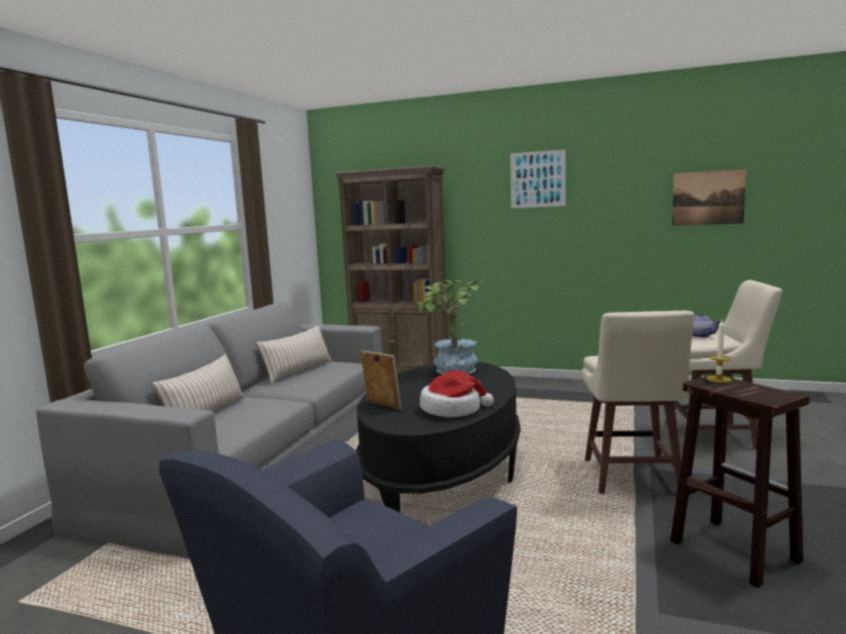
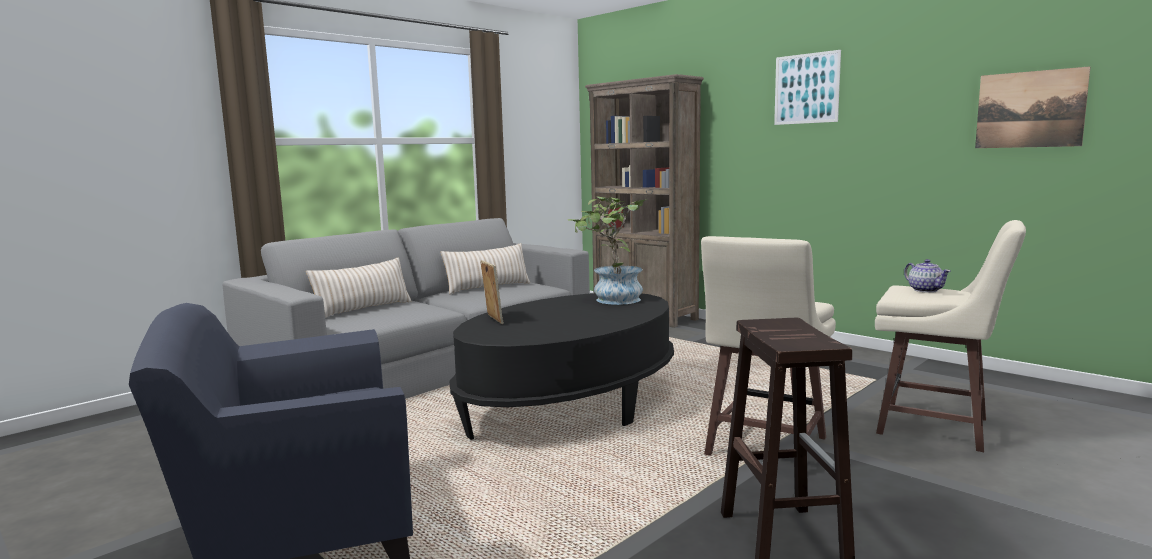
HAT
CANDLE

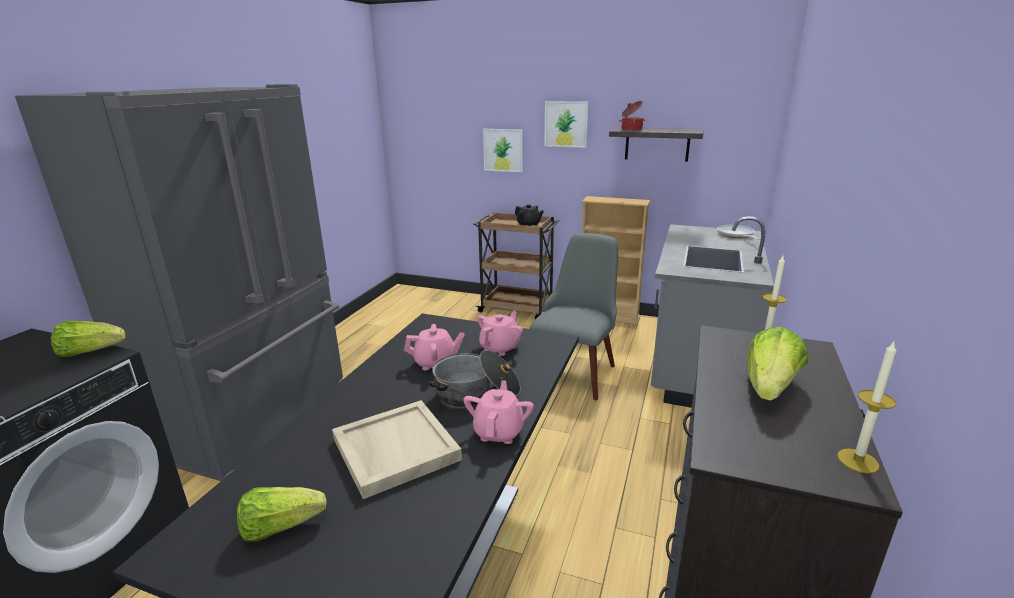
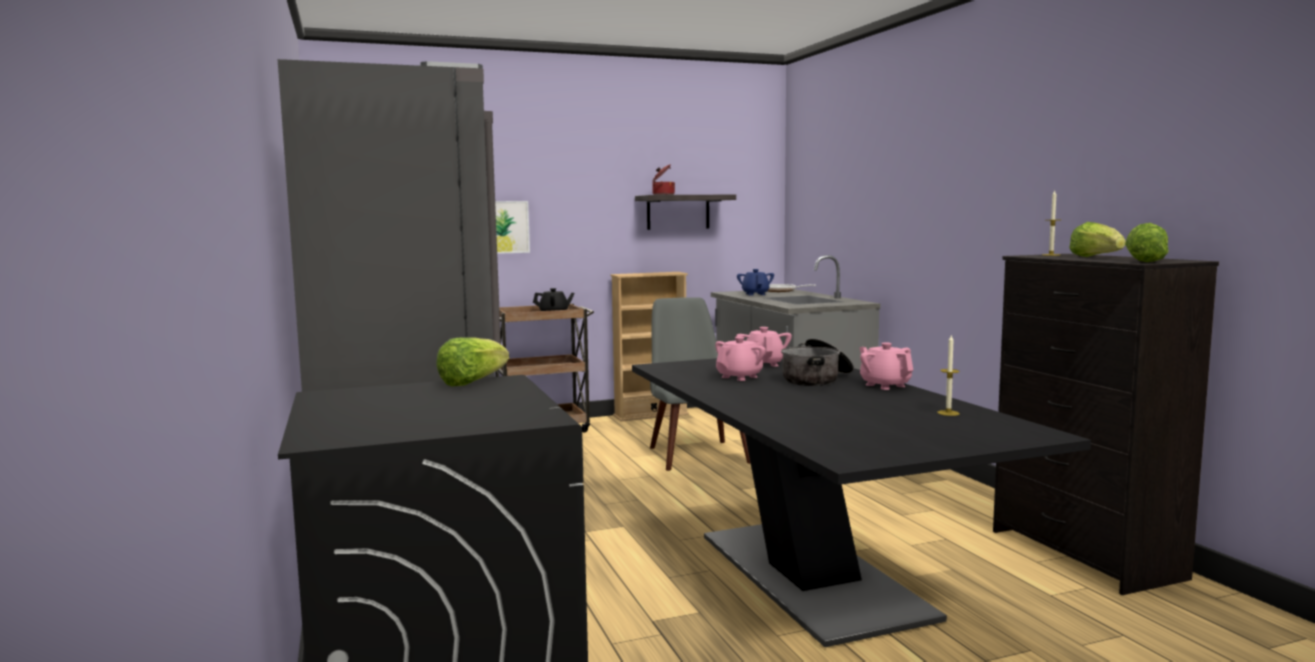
BLUE TEAPOT
CANDLE (1st from left)
LETTUCE (3rd from left)
BEIGE TRAY
PICTURE (2nd from left in the first image)

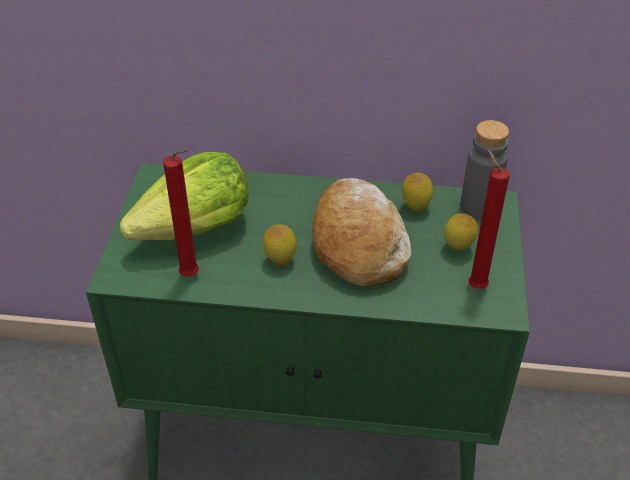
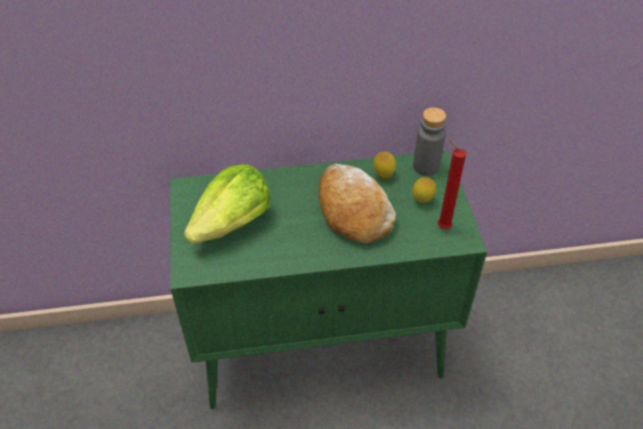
RED CANDLE (1st from left in the first image)
LEMON (1st from left in the first image)

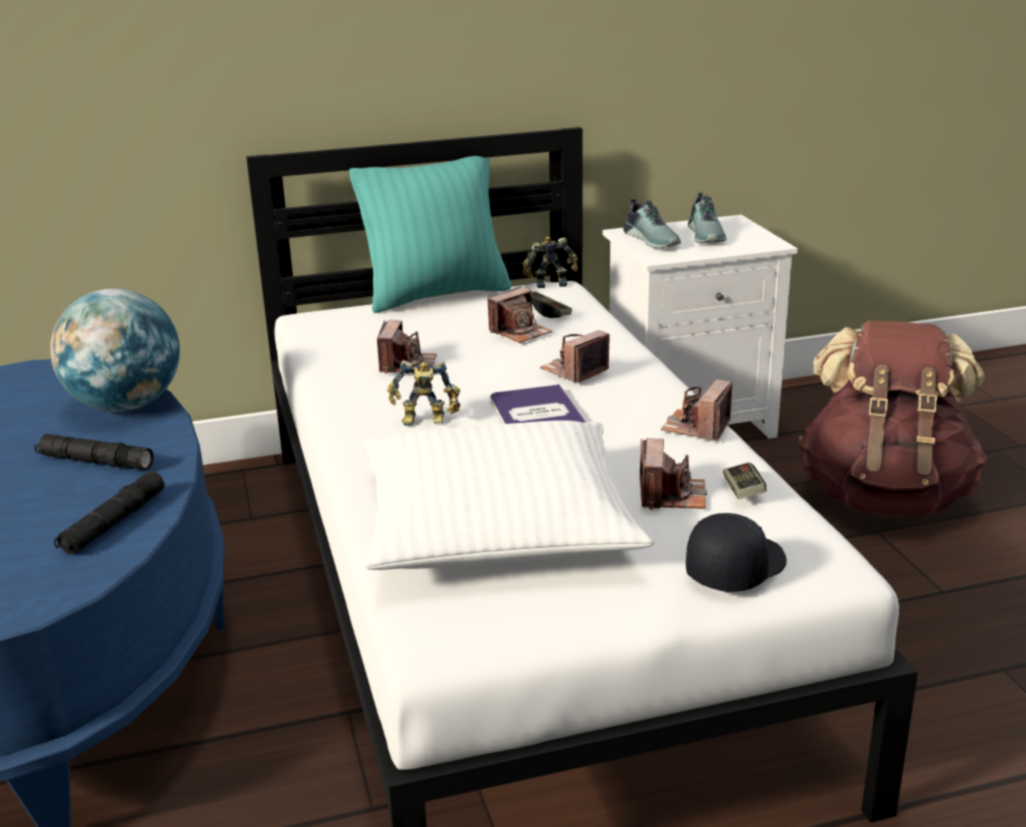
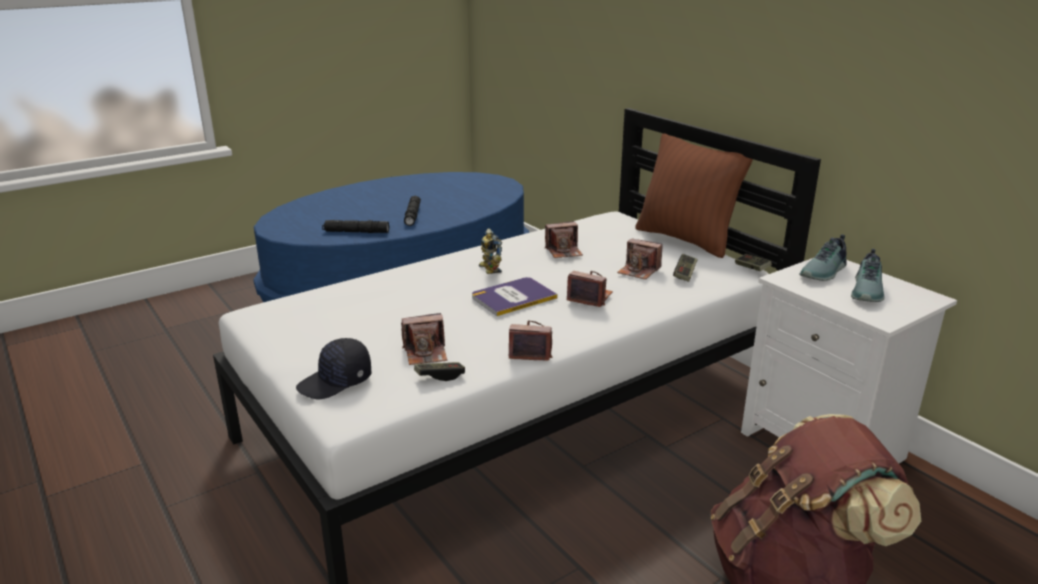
BLACK CAP
BROWN PILLOW
GAME CONTROLLER (3rd from left)
SHOE (2nd from left)
GLOBE
WHITE PILLOW

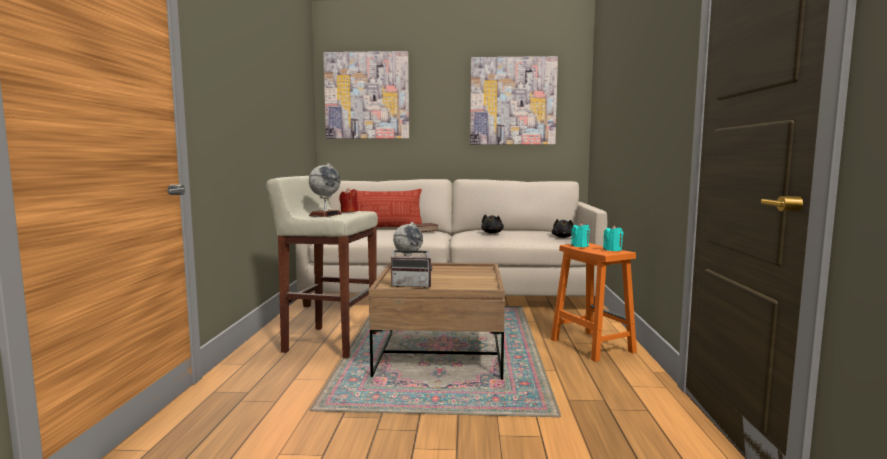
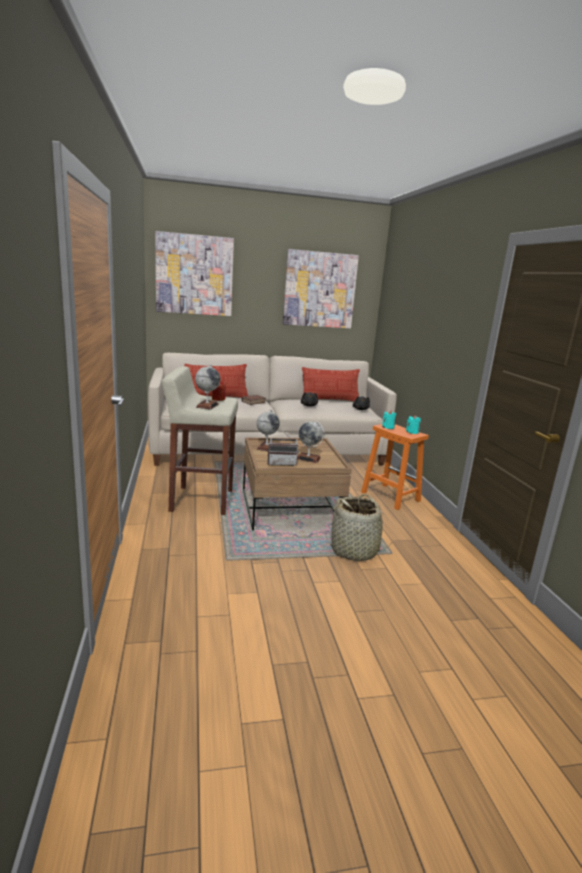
GLOBE (3rd from left)
PILLOW (2nd from left)
BASKET

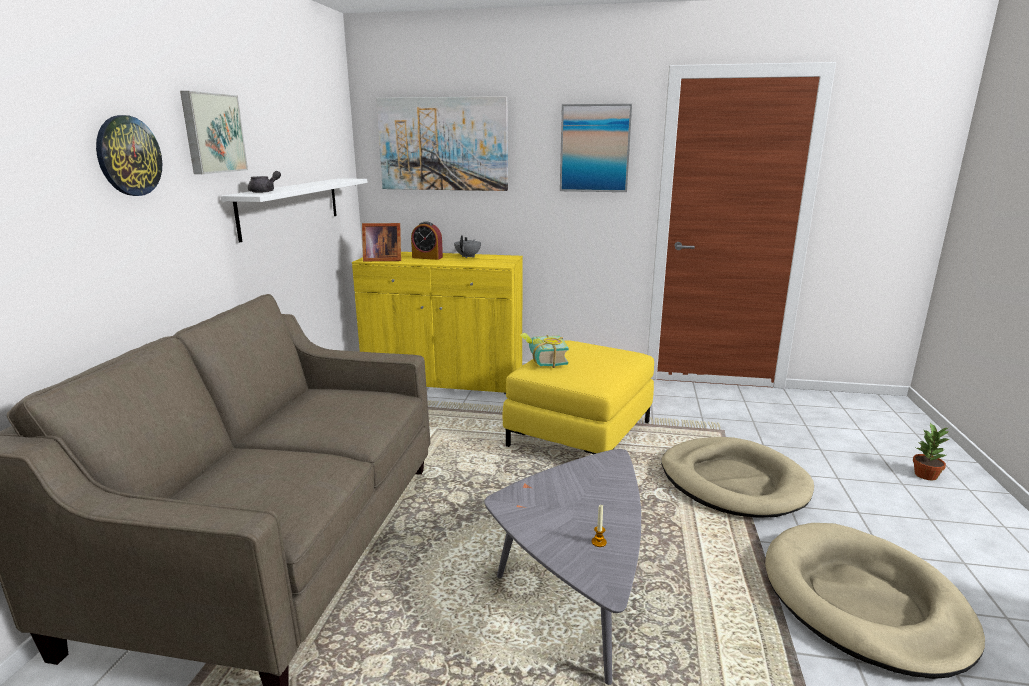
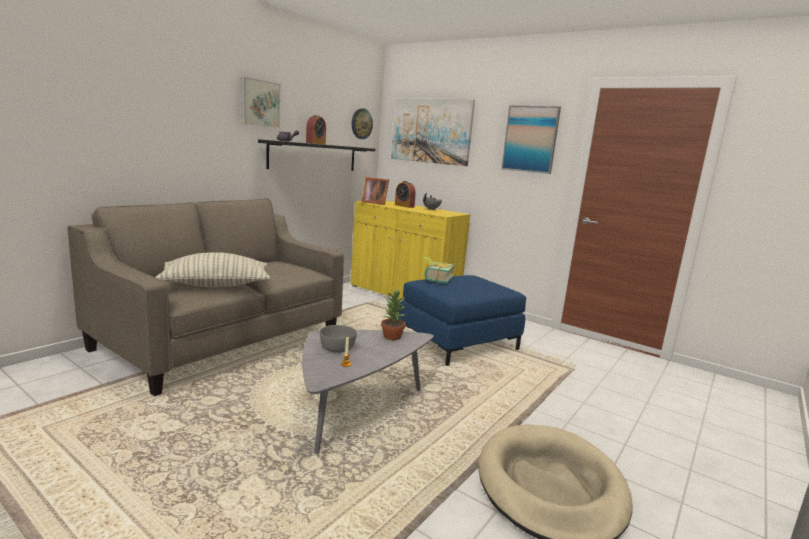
PILLOW
BLACK SHELF
ALARM CLOCK (1st from left)
GREY BOWL
WALL CLOCK
POTTED PLANT
BLUE OTTOMAN
BEIGE DOG BED (1st from left in the first image)

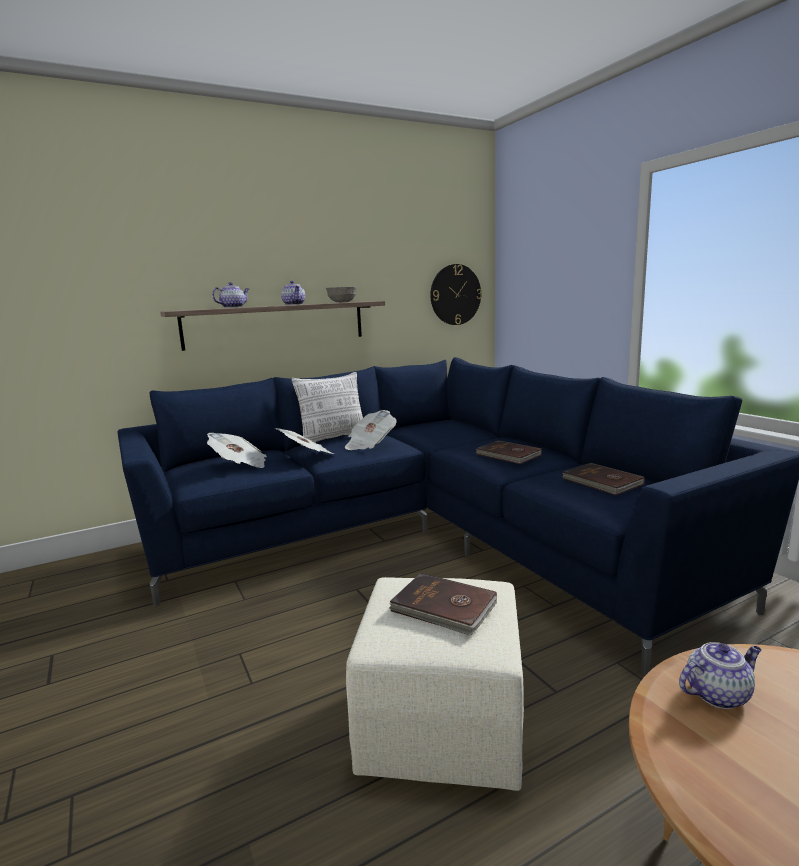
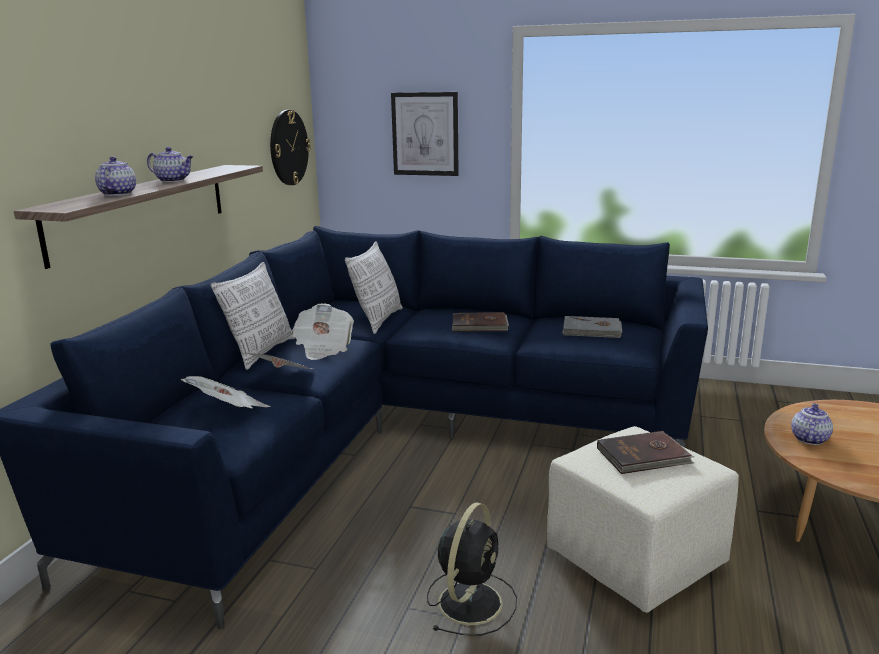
PILLOW (2nd from left)
PICTURE
BLACK FAN
GREY BOOK
GREY BOWL

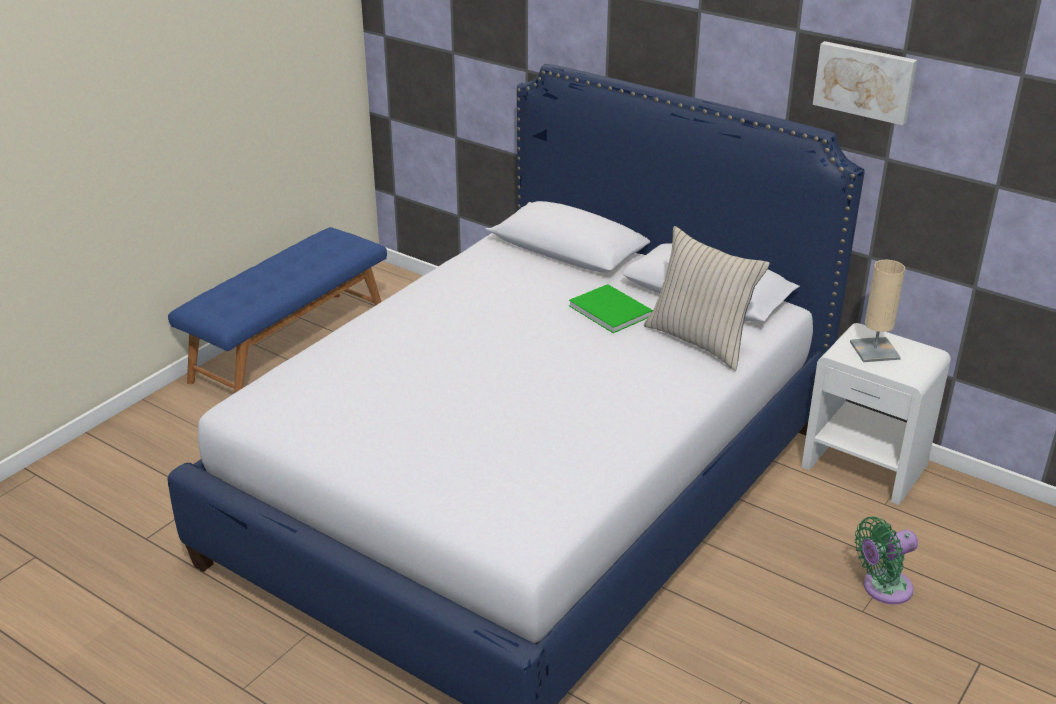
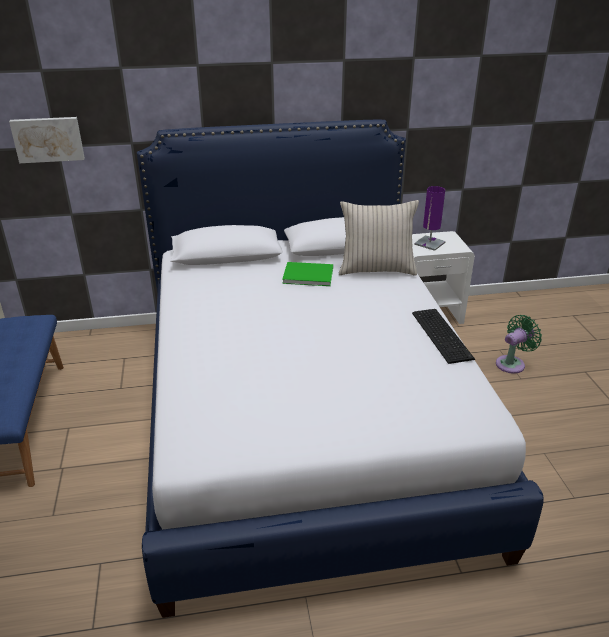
PICTURE
KEYBOARD
PURPLE TABLE LAMP
GREEN FAN

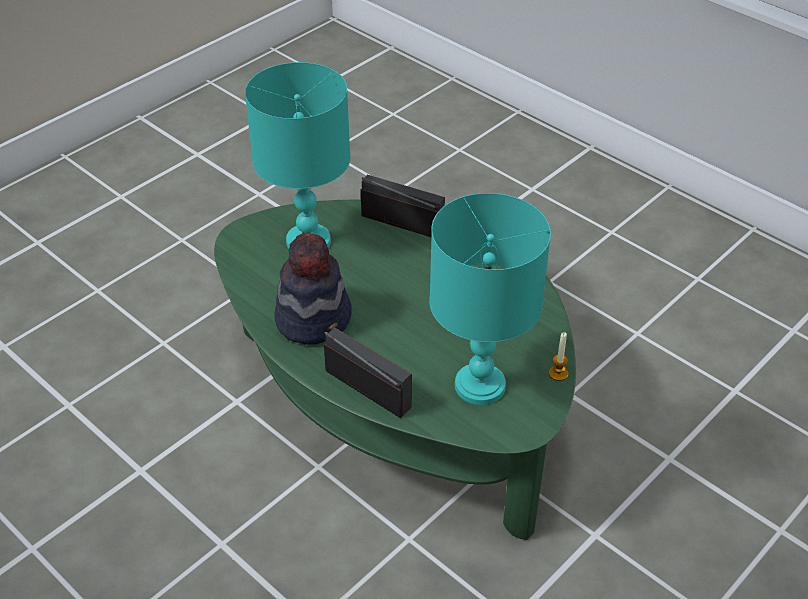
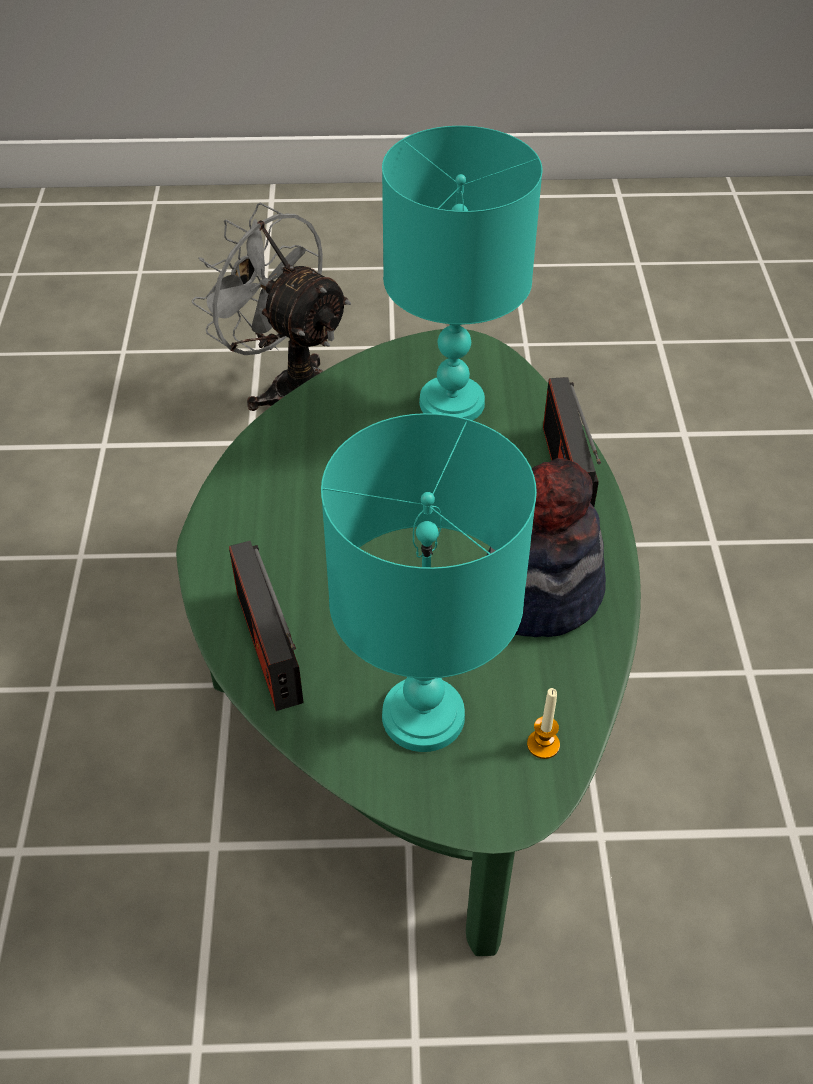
GREY FAN
CANDLE

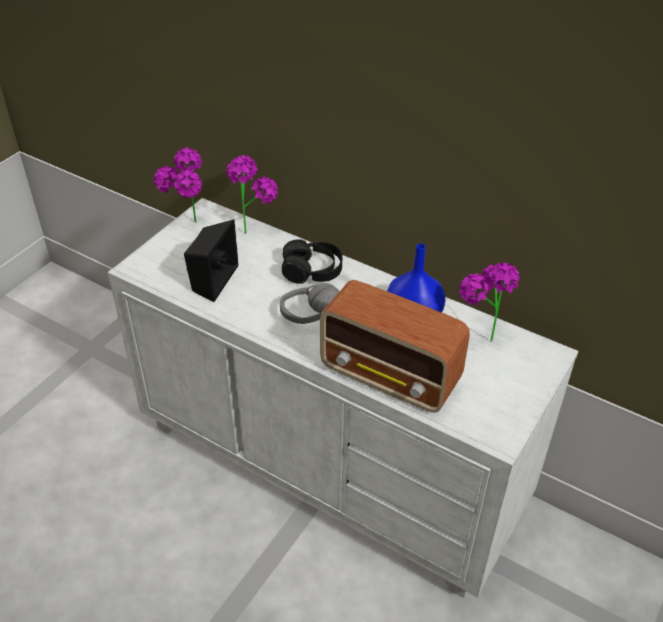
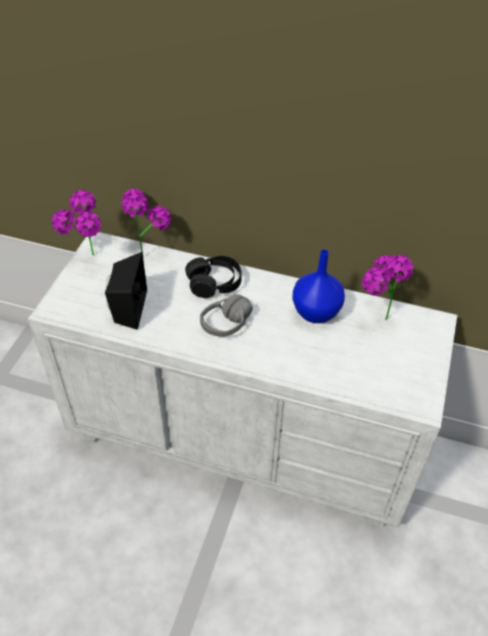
RADIO

